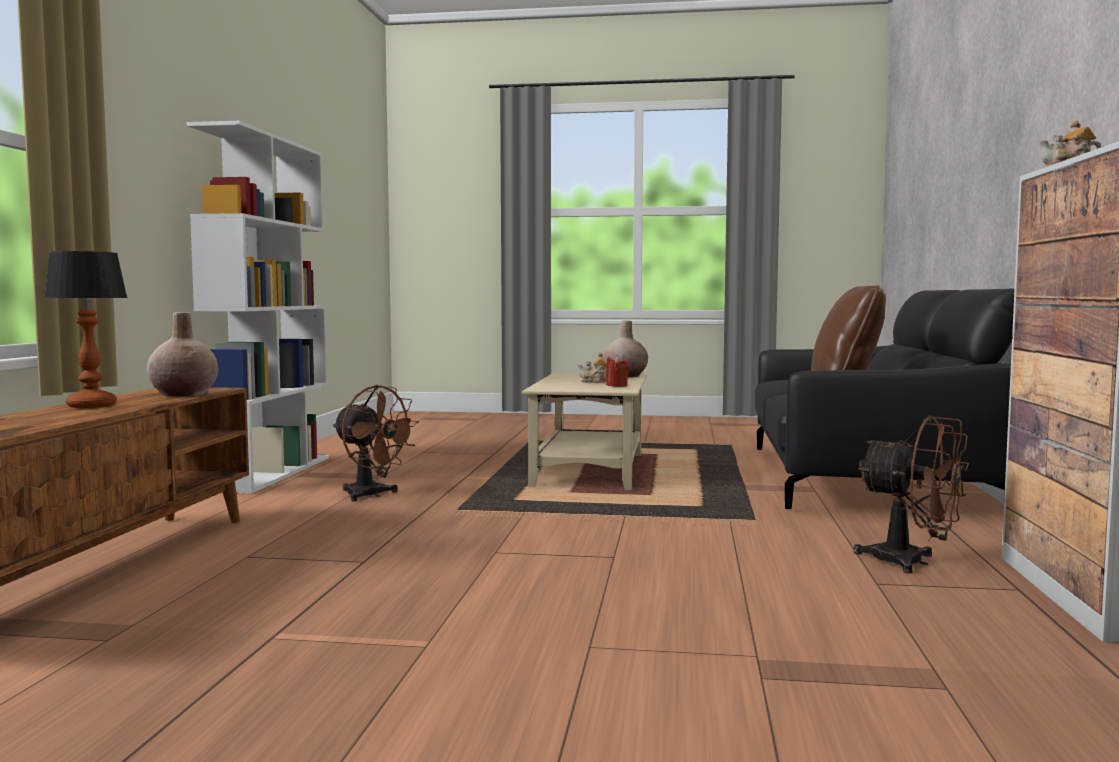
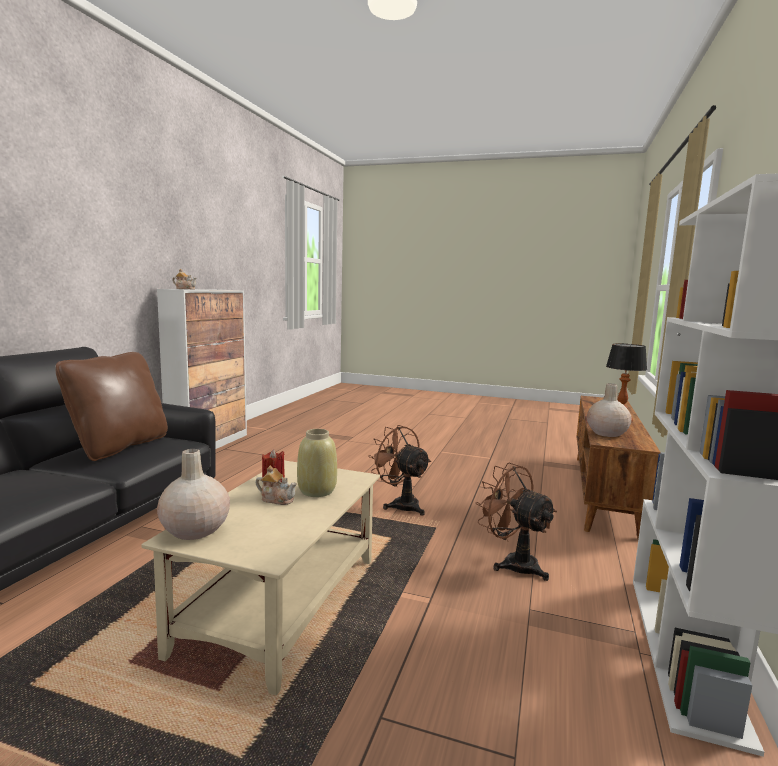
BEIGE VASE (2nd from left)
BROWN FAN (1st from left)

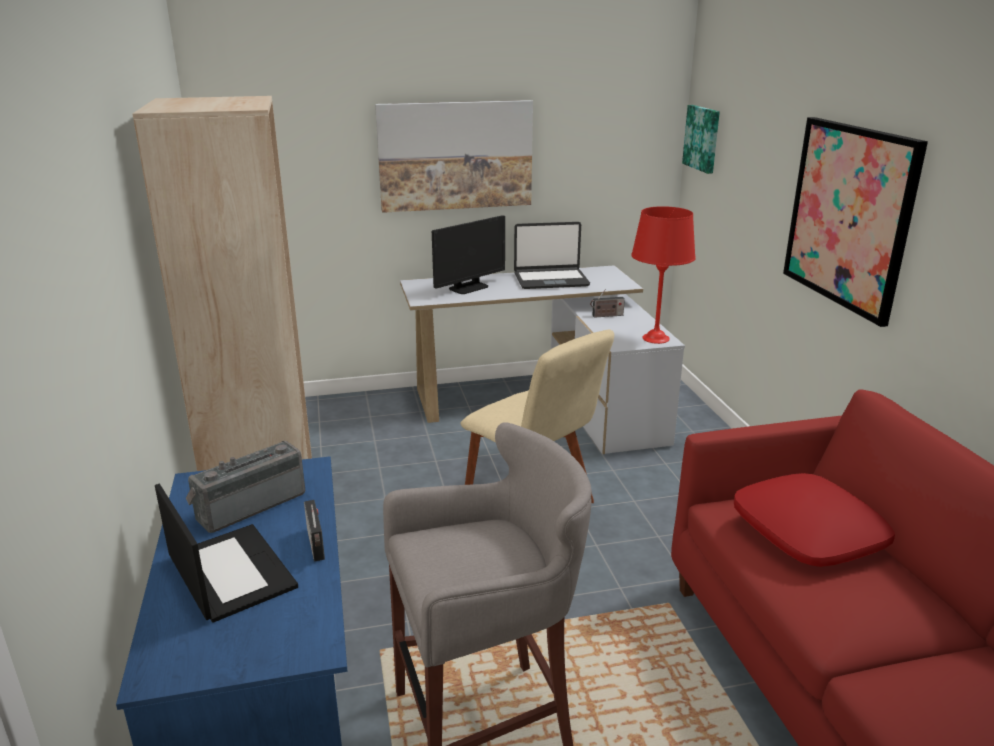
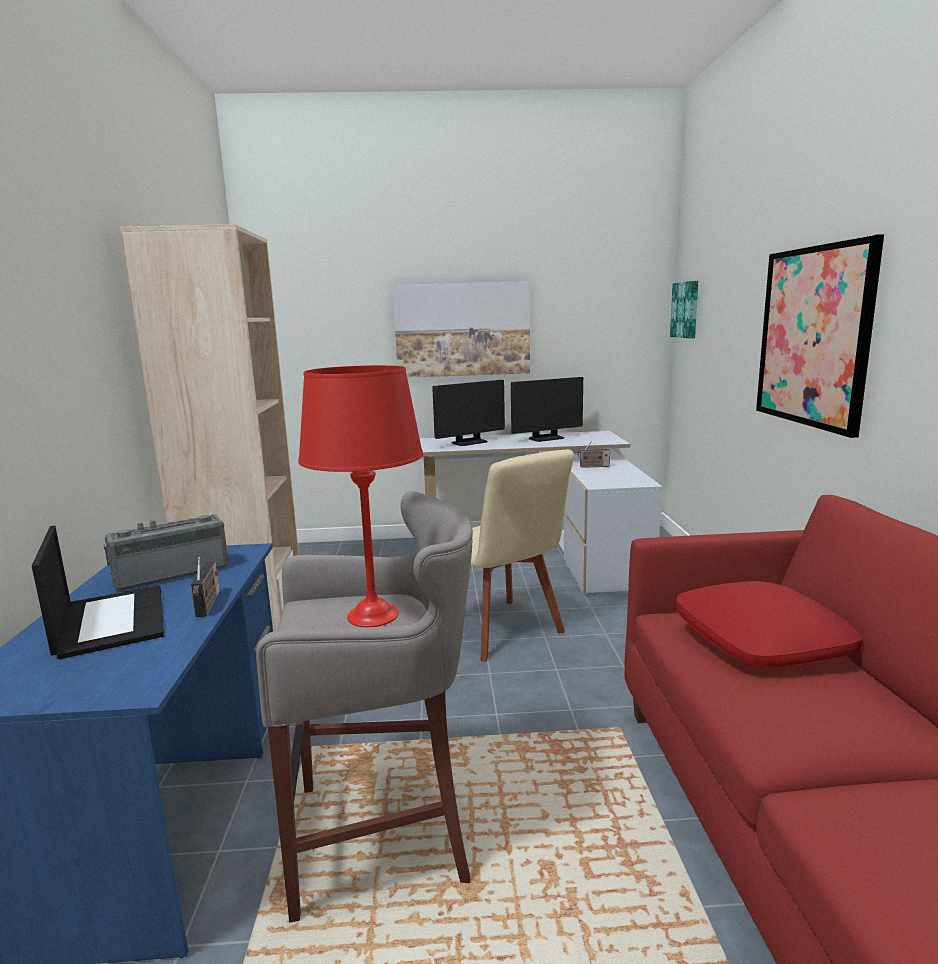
RED TABLE LAMP
MONITOR (2nd from left)

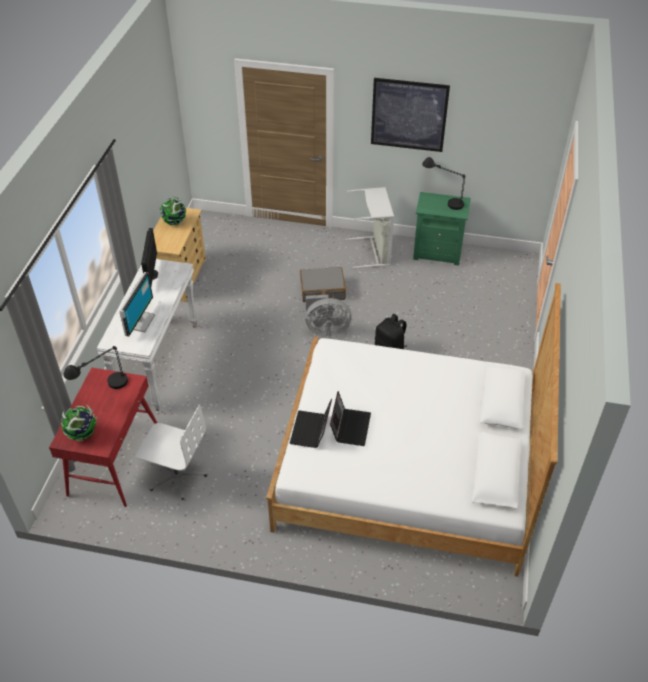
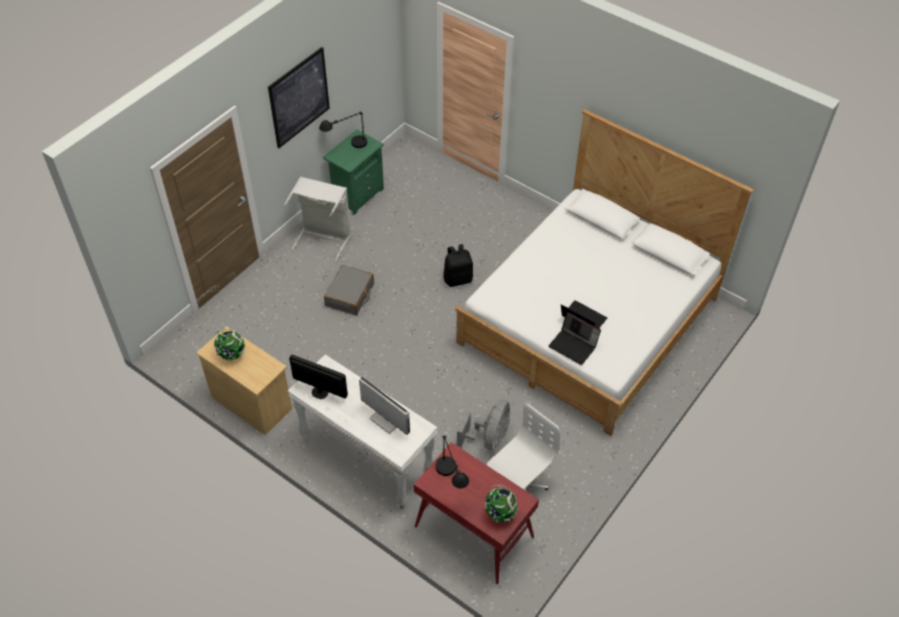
GREY FAN

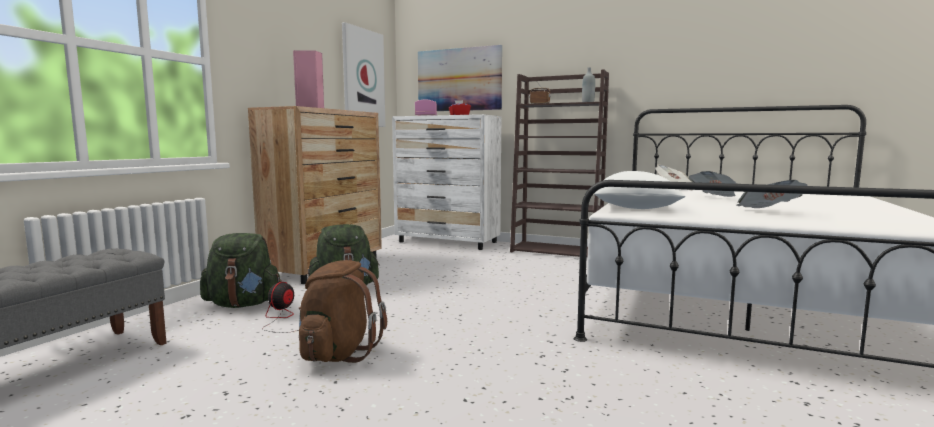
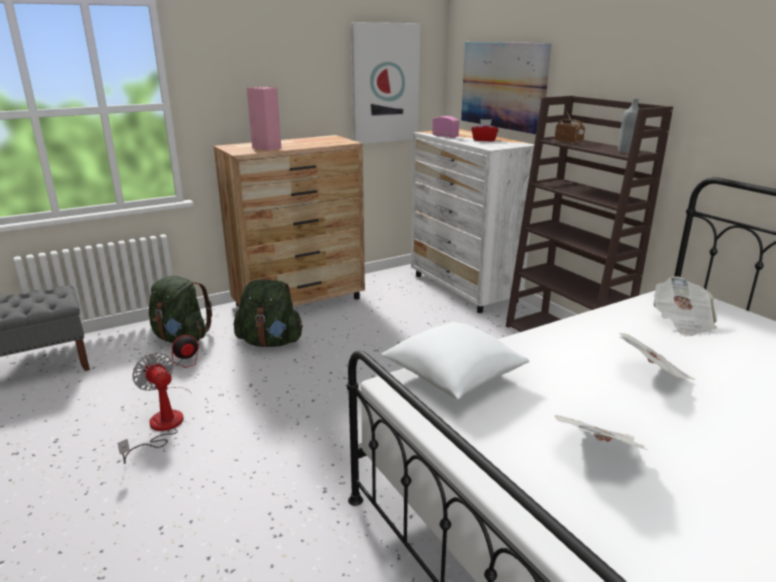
FAN (1st from left)

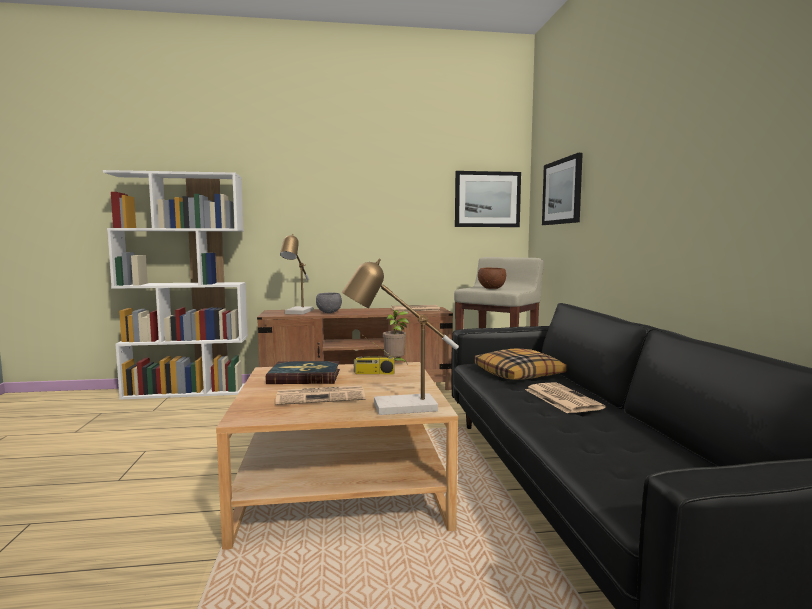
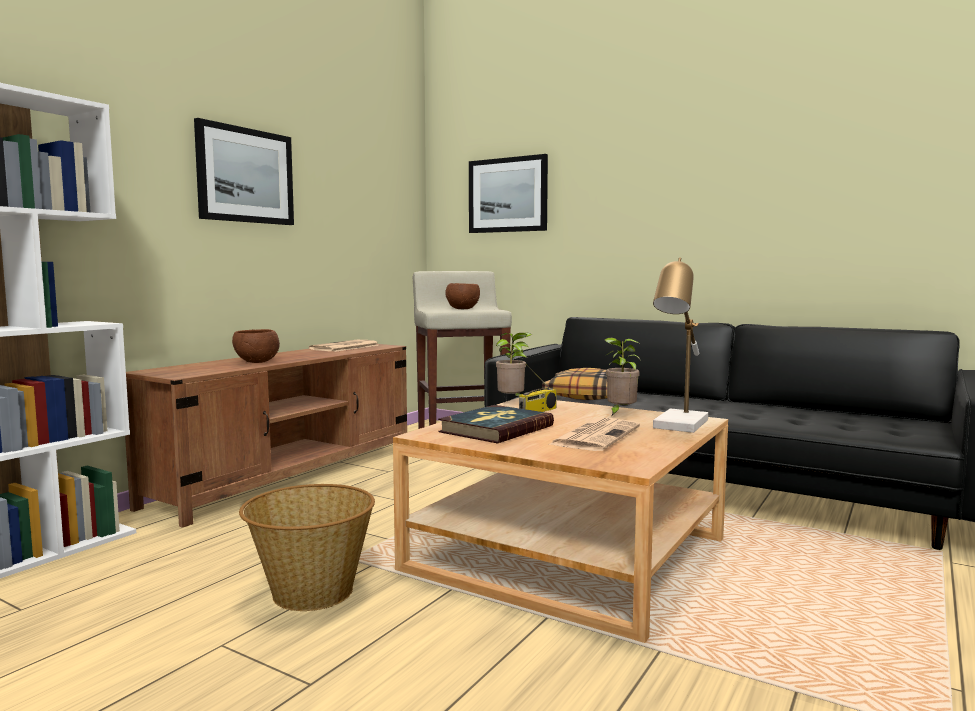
PICTURE (1st from left)
BROWN BOWL (1st from left)
BASKET
POTTED PLANT (2nd from left)
TABLE LAMP (1st from left in the first image)
NEWSPAPER (3rd from left in the first image)

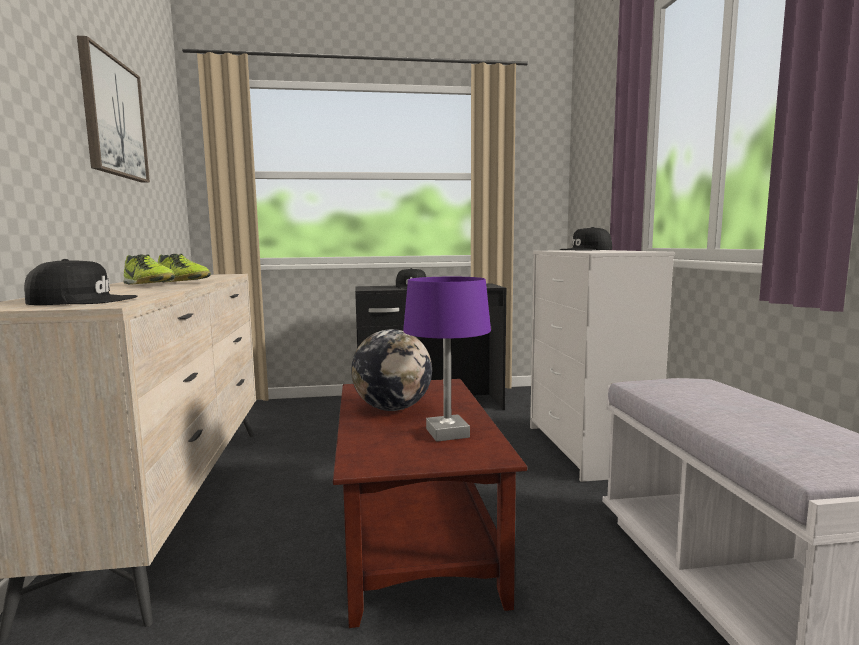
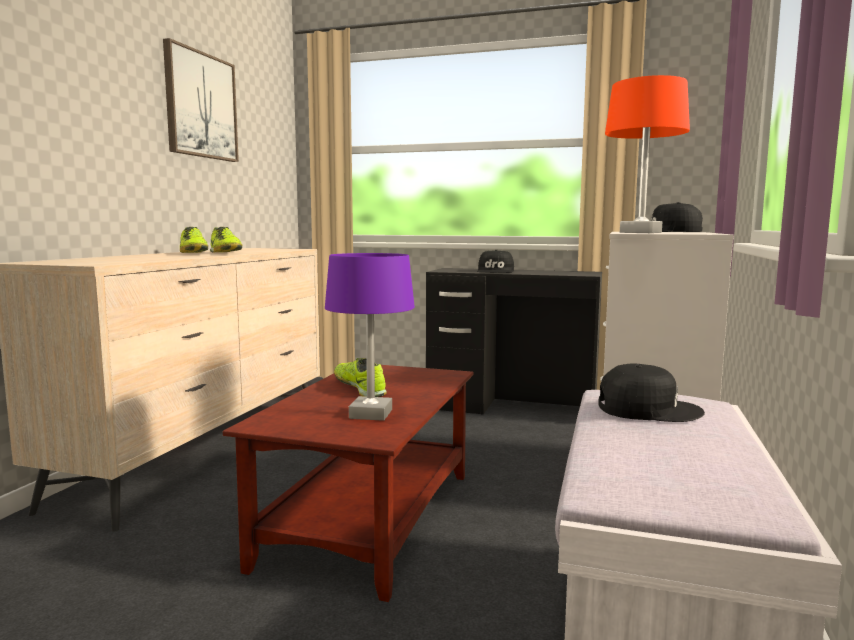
SHOE (3rd from left)
BLACK CAP (2nd from left)
ORANGE TABLE LAMP

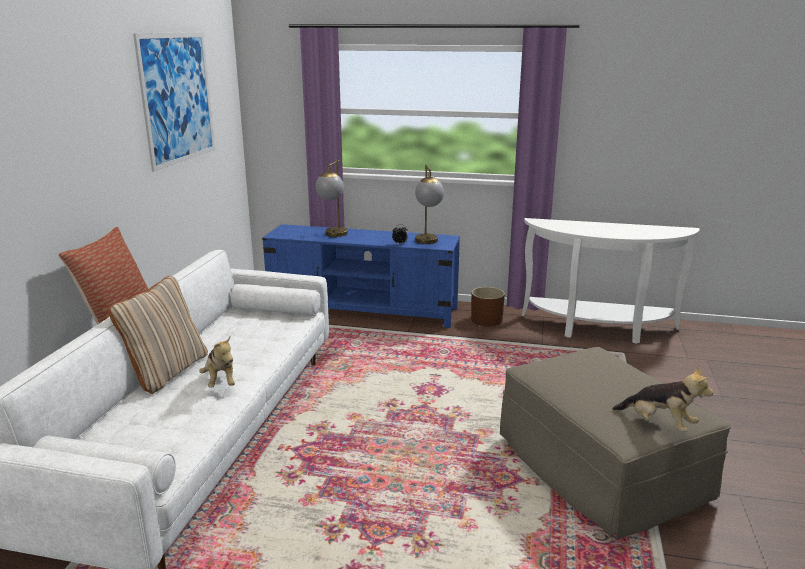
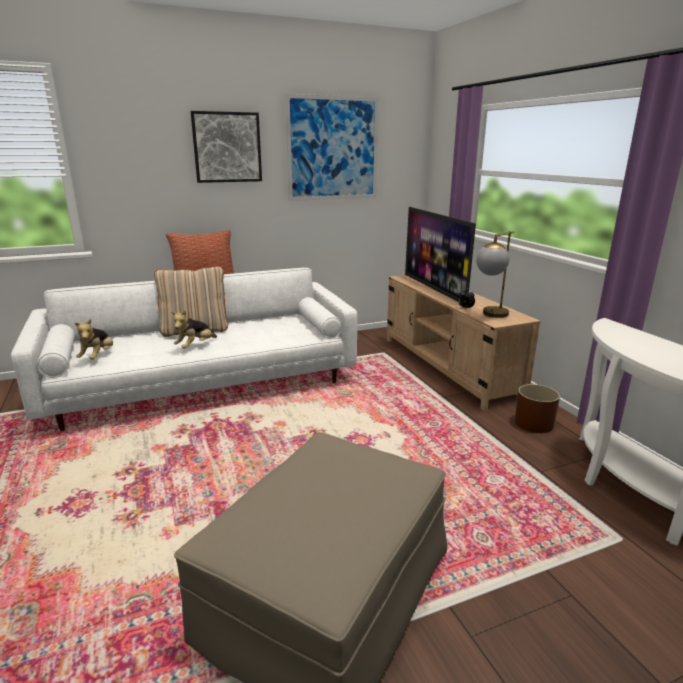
PLUSH TOY (1st from left)
PICTURE (1st from left)
BEIGE TV STAND
TELEVISION

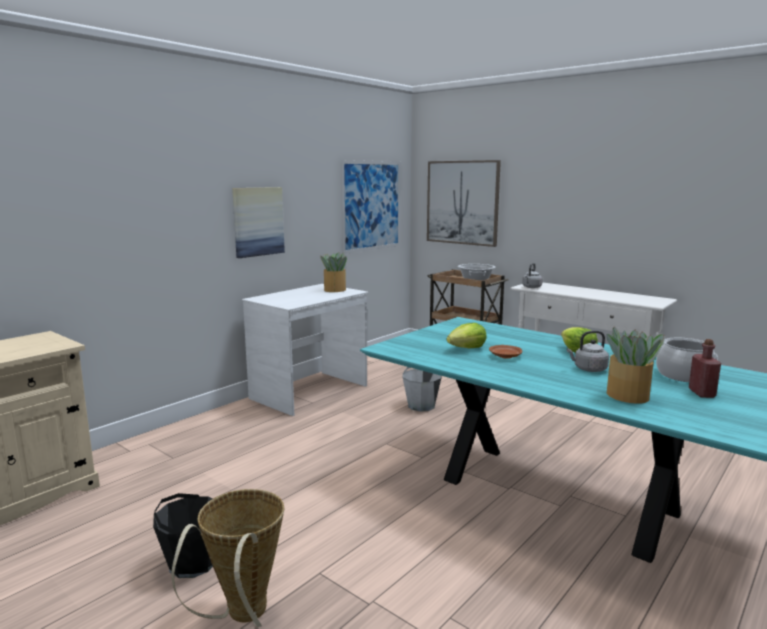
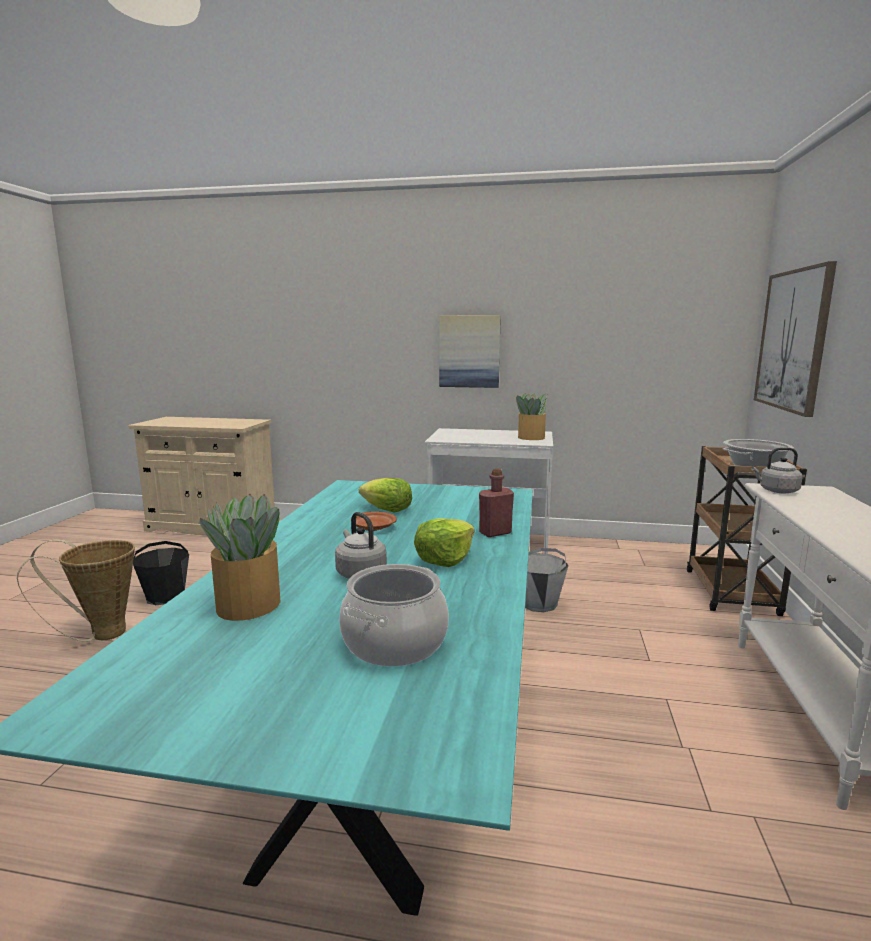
RED BOTTLE
PICTURE (2nd from left in the first image)

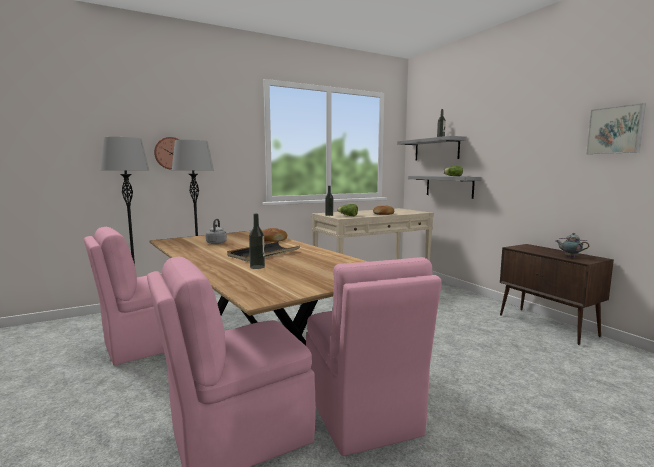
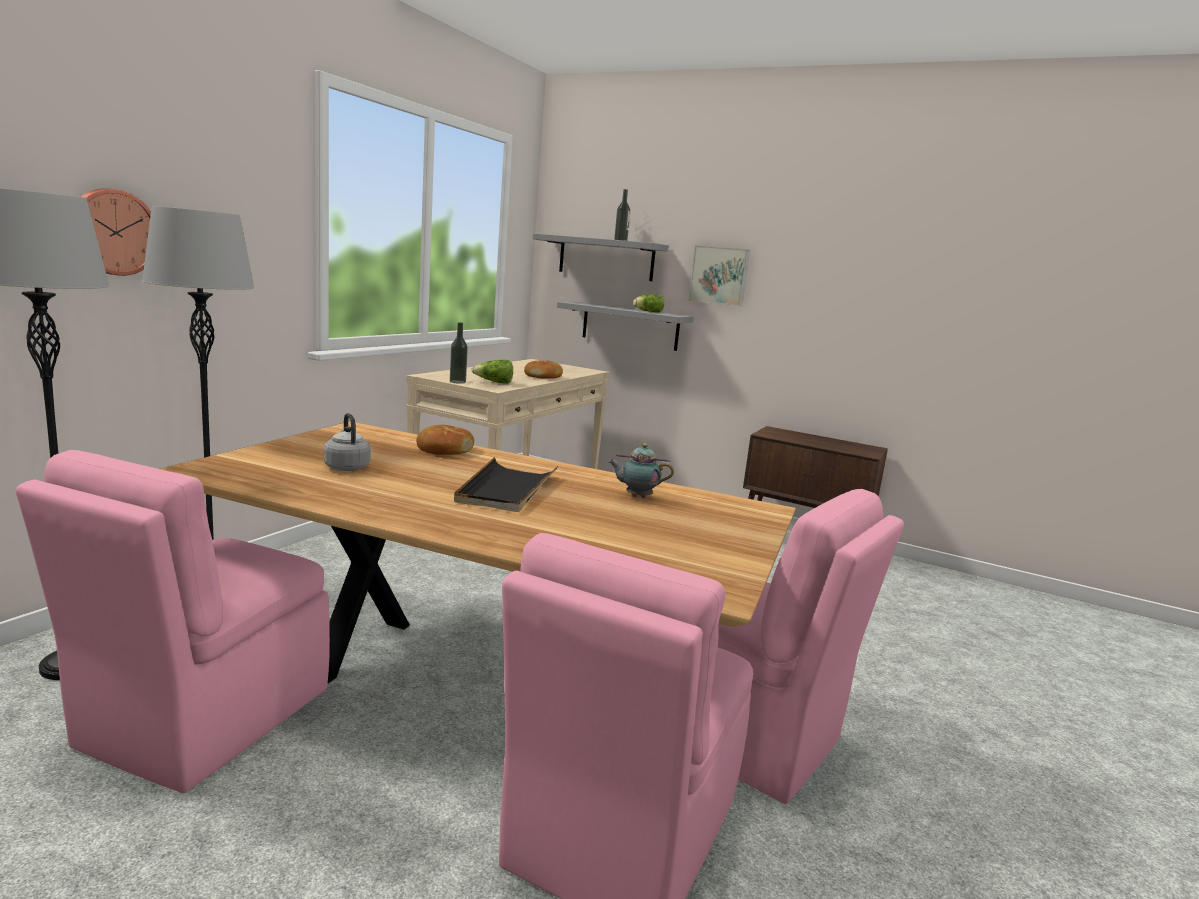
TEAPOT
PICTURE
BOTTLE (1st from left in the first image)

